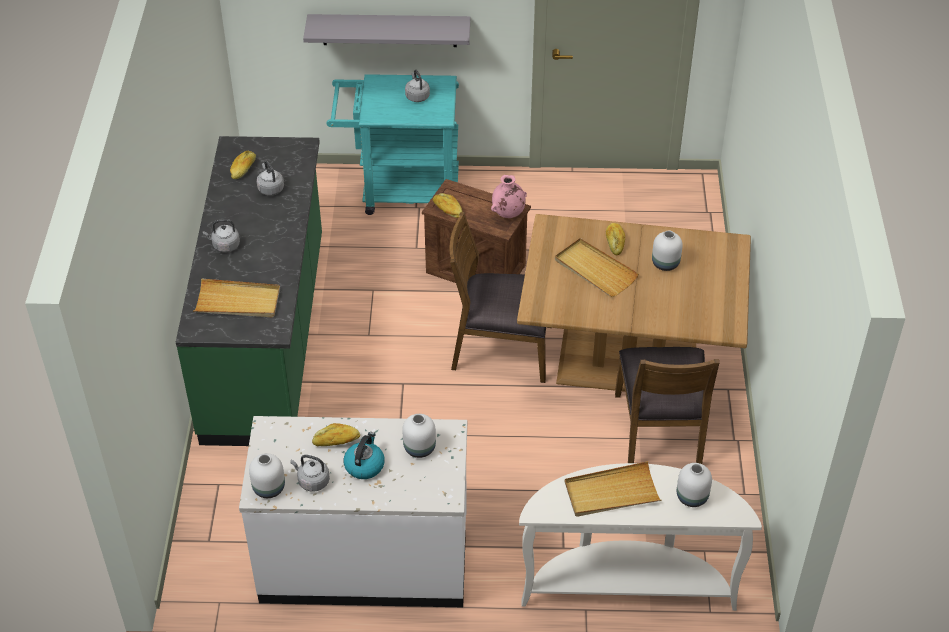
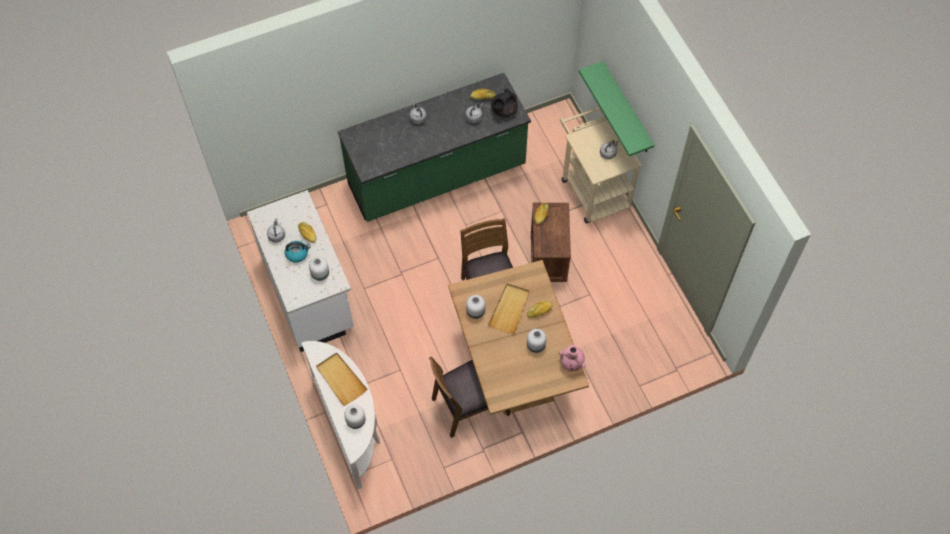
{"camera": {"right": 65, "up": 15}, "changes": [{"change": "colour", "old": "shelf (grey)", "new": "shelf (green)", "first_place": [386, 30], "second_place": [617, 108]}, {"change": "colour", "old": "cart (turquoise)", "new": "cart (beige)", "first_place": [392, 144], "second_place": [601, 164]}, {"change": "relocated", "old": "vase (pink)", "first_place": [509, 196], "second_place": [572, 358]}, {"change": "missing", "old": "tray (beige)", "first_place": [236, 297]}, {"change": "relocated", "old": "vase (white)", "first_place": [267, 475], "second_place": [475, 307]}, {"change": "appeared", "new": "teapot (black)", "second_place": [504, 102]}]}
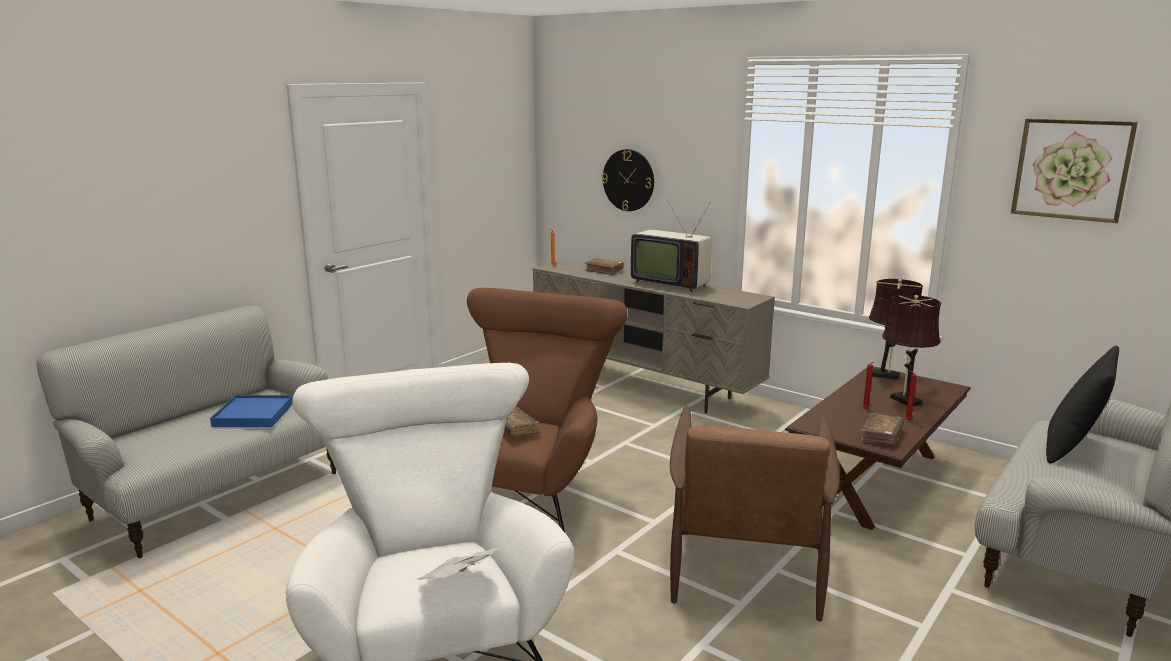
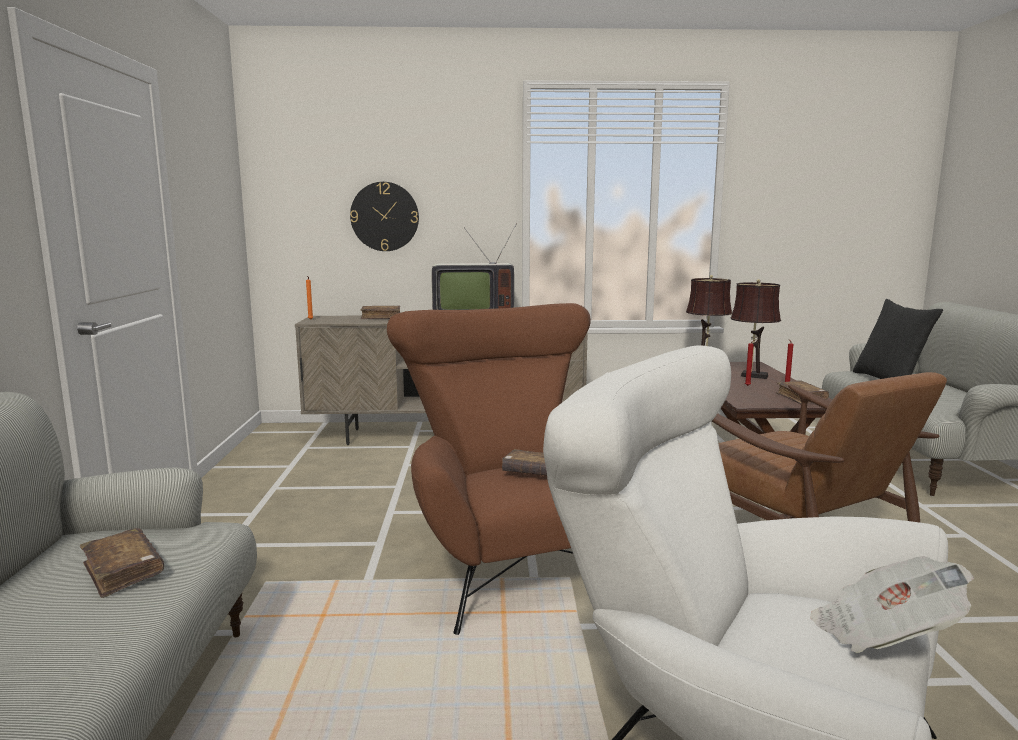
{"camera": {"right": -40, "up": -5}, "changes": [{"change": "missing", "old": "picture", "first_place": [1074, 171]}, {"change": "exchanged", "old": "tray (blue)", "new": "book (brown)", "first_place": [251, 411], "second_place": [122, 563]}]}
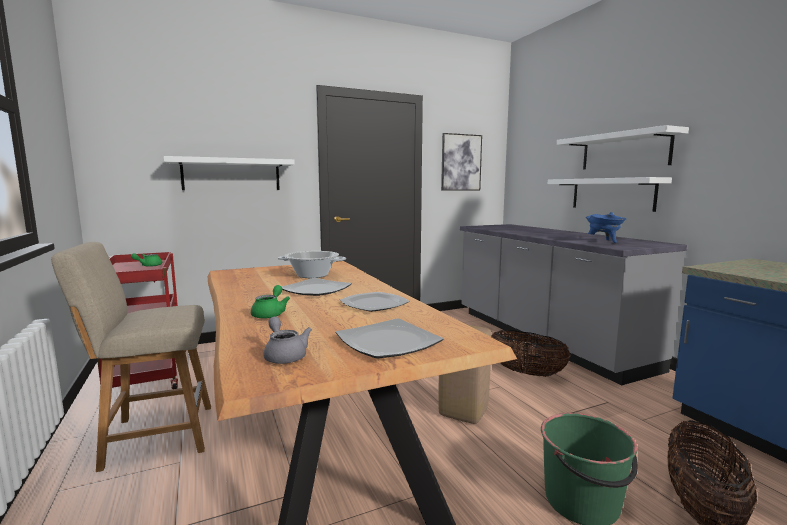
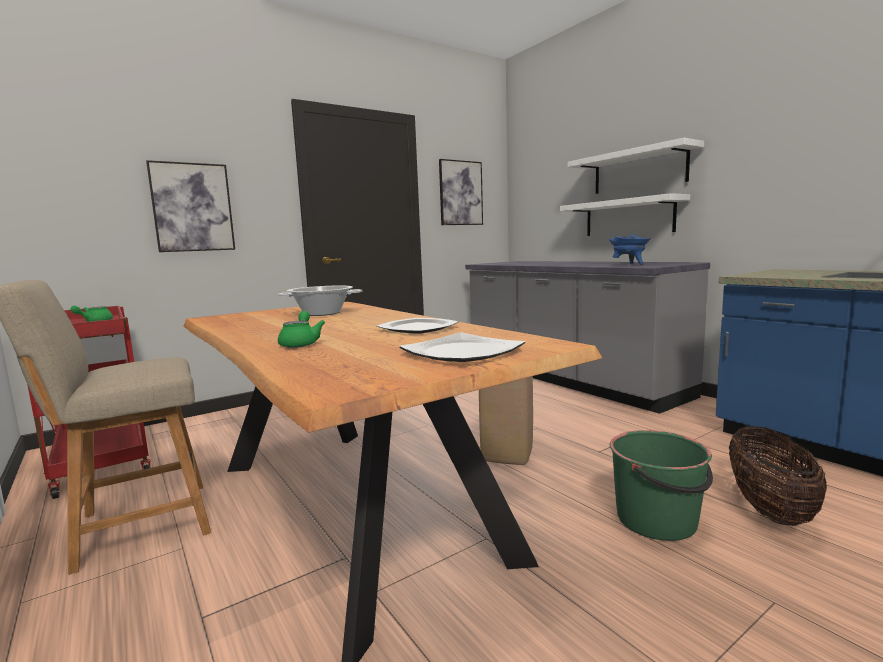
{"camera": {"right": -10, "up": 0}, "changes": [{"change": "exchanged", "old": "shelf (white)", "new": "picture", "first_place": [229, 173], "second_place": [190, 206]}, {"change": "missing", "old": "plate", "first_place": [316, 287]}, {"change": "missing", "old": "teapot (grey)", "first_place": [287, 340]}, {"change": "missing", "old": "basket", "first_place": [531, 353]}]}
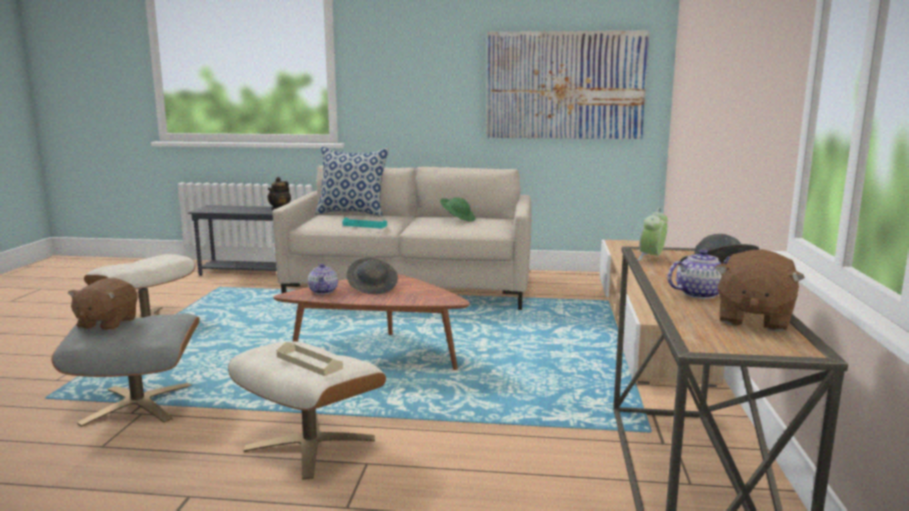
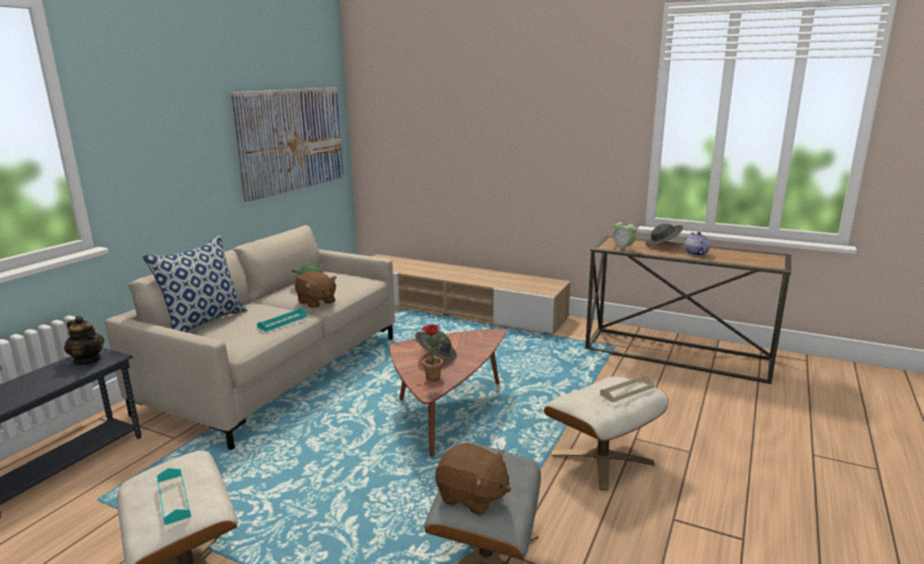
{"camera": {"right": -70, "up": 5}, "changes": [{"change": "relocated", "old": "plush toy (brown)", "first_place": [760, 290], "second_place": [316, 289]}, {"change": "exchanged", "old": "teapot", "new": "potted plant", "first_place": [323, 279], "second_place": [428, 352]}, {"change": "appeared", "new": "tray (turquoise)", "second_place": [174, 496]}]}
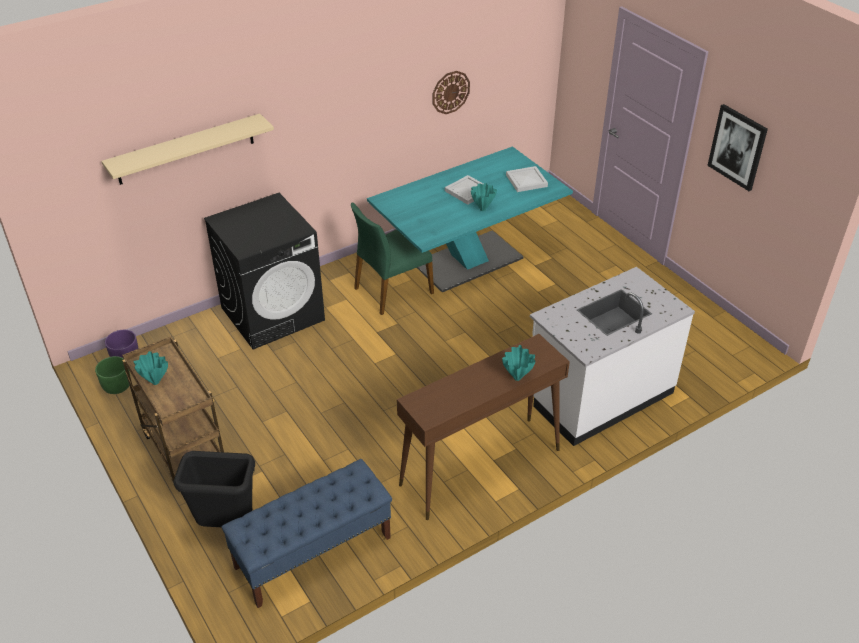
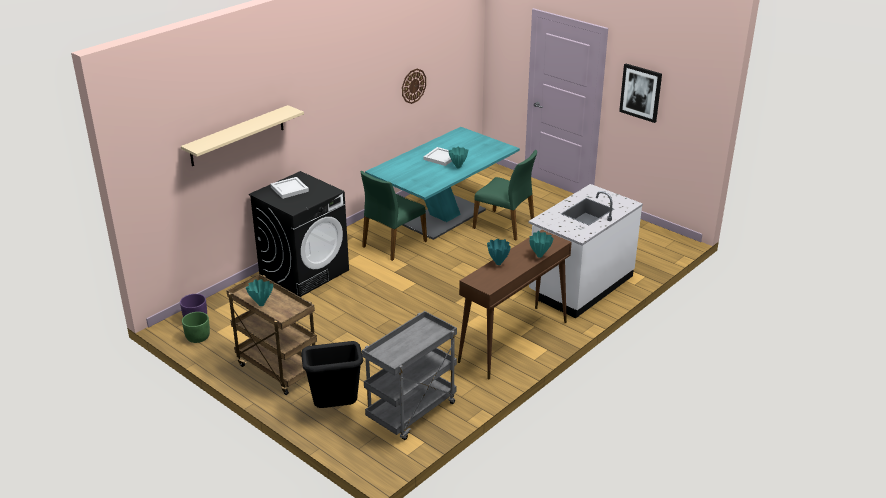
{"camera": {"right": -15, "up": -10}, "changes": [{"change": "relocated", "old": "tray (white)", "first_place": [527, 179], "second_place": [289, 188]}, {"change": "exchanged", "old": "bench (blue)", "new": "cart (grey)", "first_place": [307, 533], "second_place": [409, 375]}, {"change": "appeared", "new": "chair (green)", "second_place": [505, 195]}, {"change": "appeared", "new": "vase (turquoise)", "second_place": [499, 252]}]}
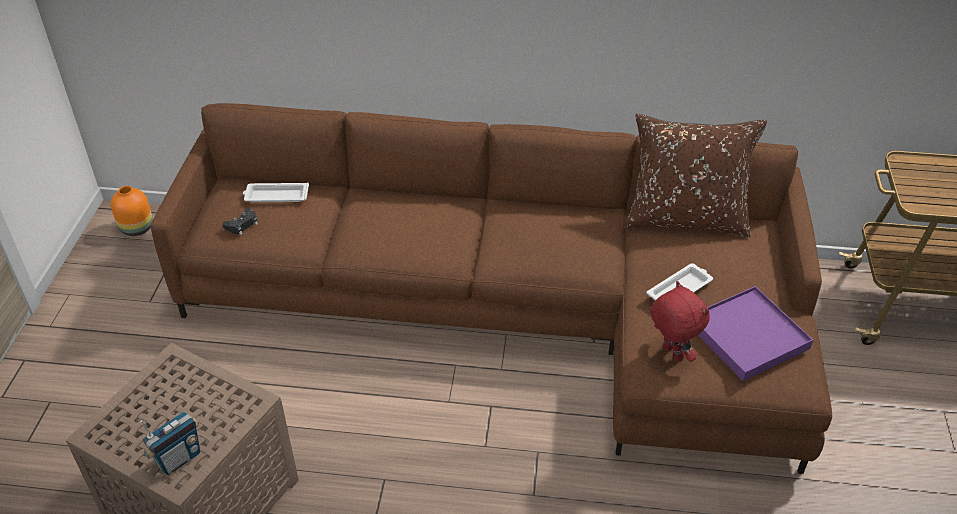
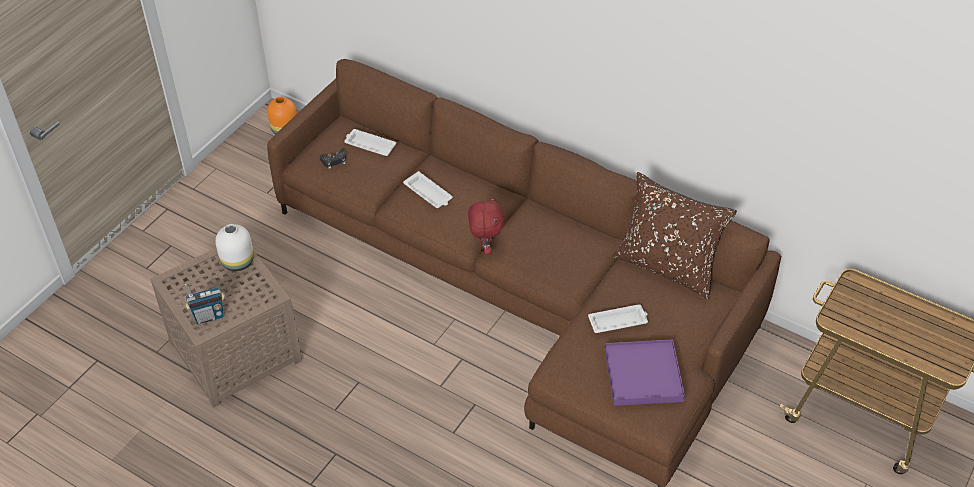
{"camera": {"right": 25, "up": 5}, "changes": [{"change": "relocated", "old": "plush toy (red)", "first_place": [680, 321], "second_place": [486, 225]}, {"change": "appeared", "new": "tray (white)", "second_place": [428, 189]}, {"change": "appeared", "new": "vase (white)", "second_place": [234, 247]}]}
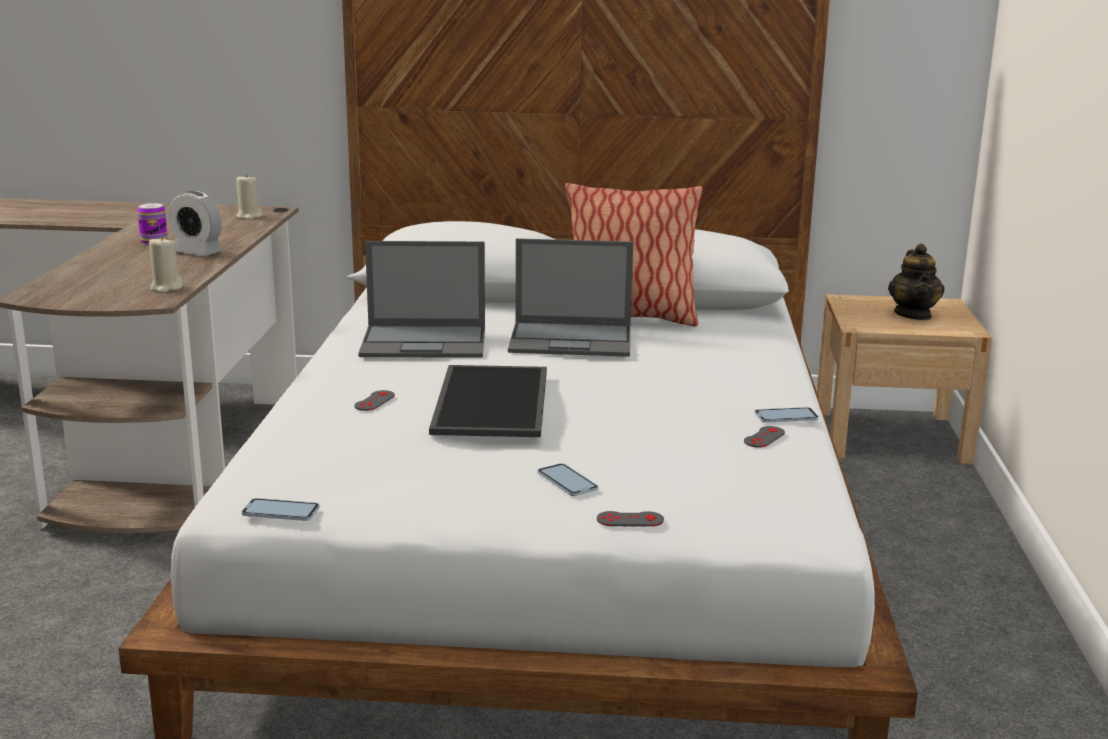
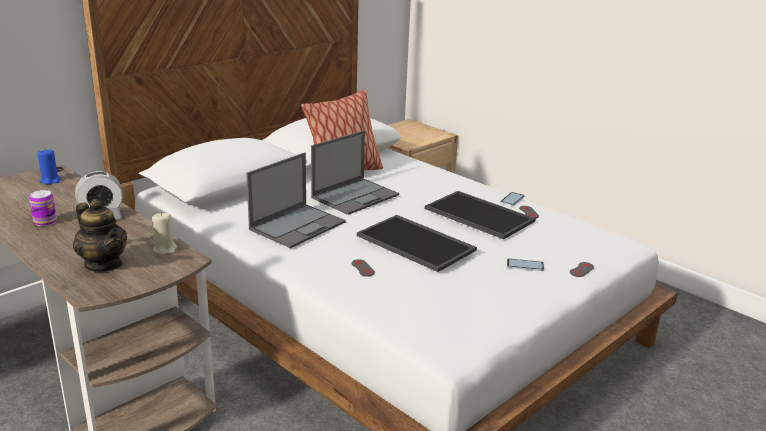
{"camera": {"right": -50, "up": 5}, "changes": [{"change": "colour", "old": "candle (beige)", "new": "candle (blue)", "first_place": [249, 197], "second_place": [49, 166]}, {"change": "relocated", "old": "teapot", "first_place": [916, 282], "second_place": [100, 235]}, {"change": "missing", "old": "phone", "first_place": [281, 509]}, {"change": "appeared", "new": "tray", "second_place": [480, 215]}]}
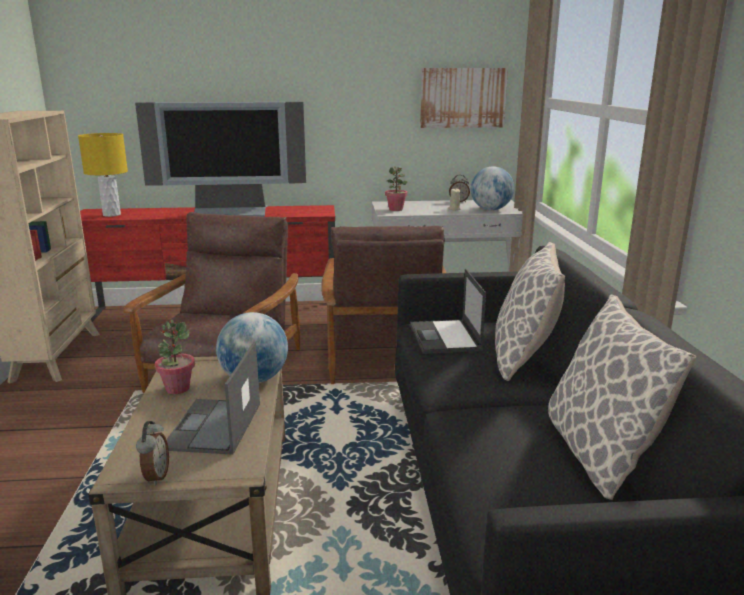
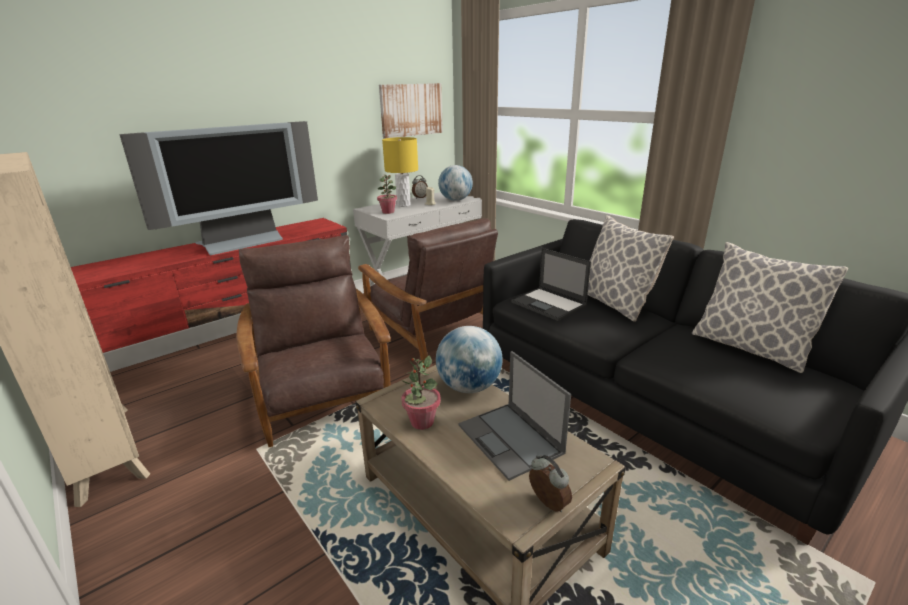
{"camera": {"right": -35, "up": 5}, "changes": [{"change": "relocated", "old": "table lamp (yellow)", "first_place": [103, 175], "second_place": [400, 172]}]}
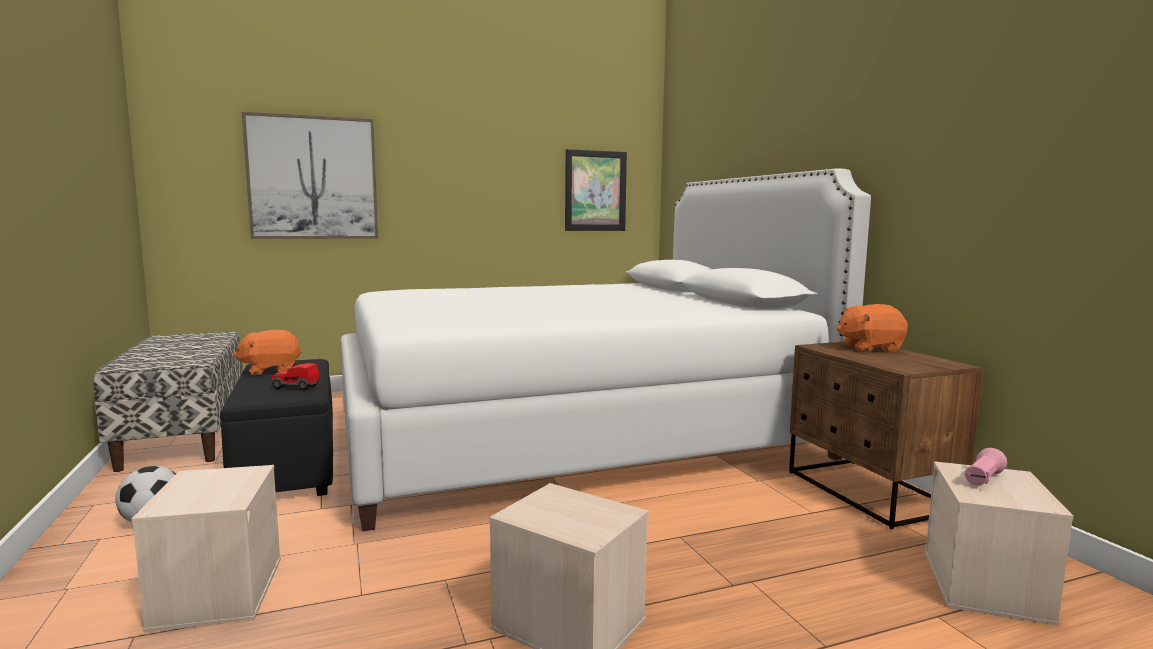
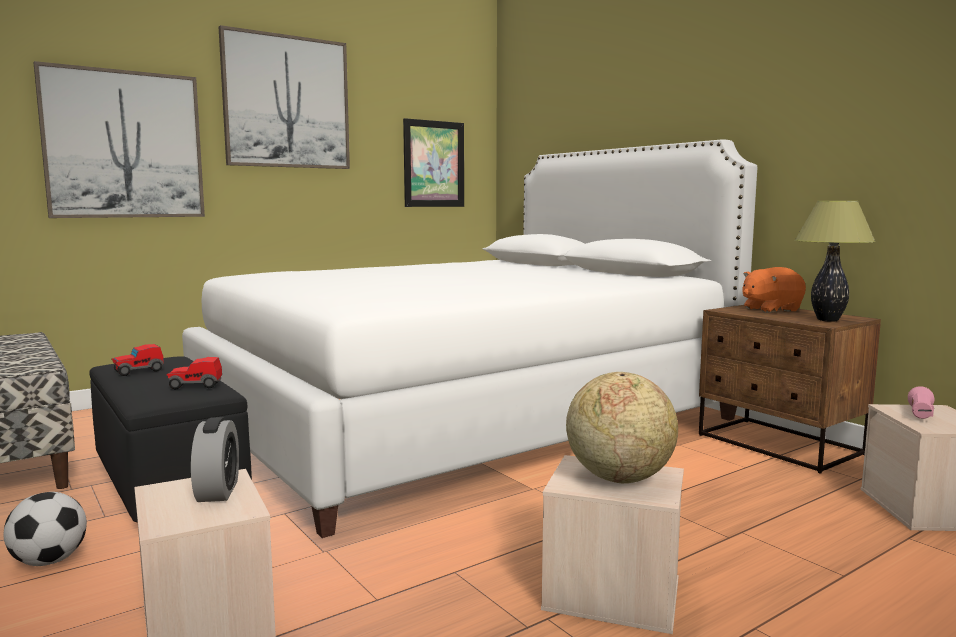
{"camera": {"right": -15, "up": 0}, "changes": [{"change": "exchanged", "old": "plush toy (orange)", "new": "toy car", "first_place": [267, 352], "second_place": [137, 360]}, {"change": "appeared", "new": "picture", "second_place": [284, 97]}, {"change": "appeared", "new": "table lamp", "second_place": [835, 261]}, {"change": "appeared", "new": "globe", "second_place": [622, 427]}, {"change": "appeared", "new": "alarm clock", "second_place": [215, 459]}]}
